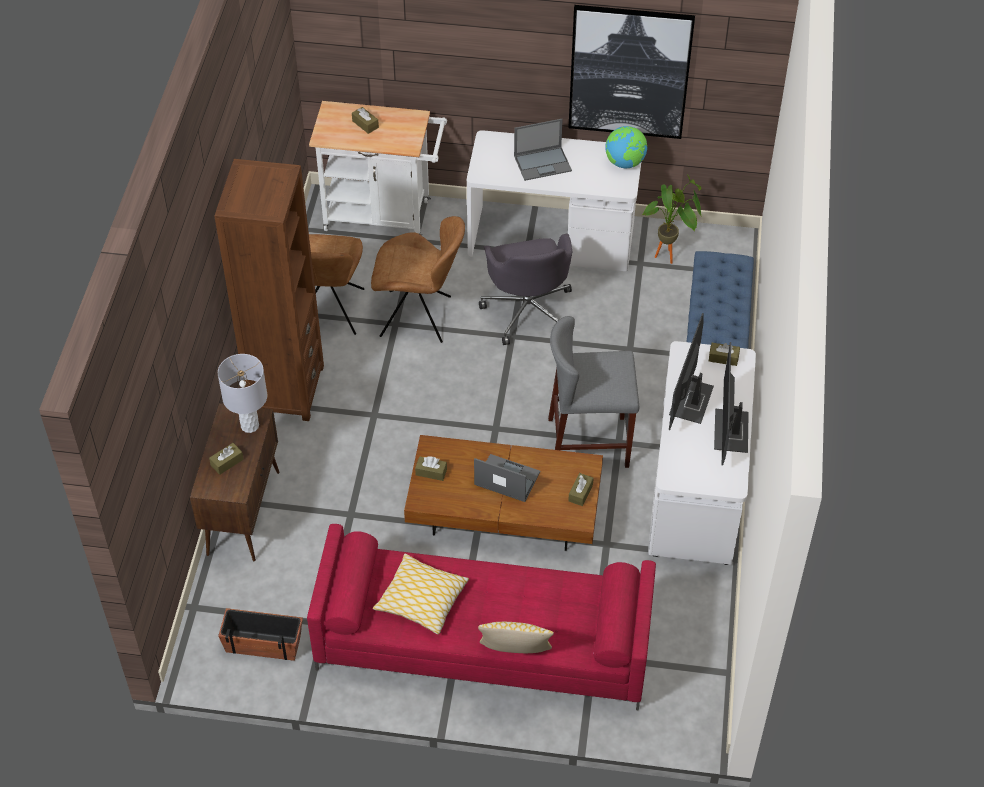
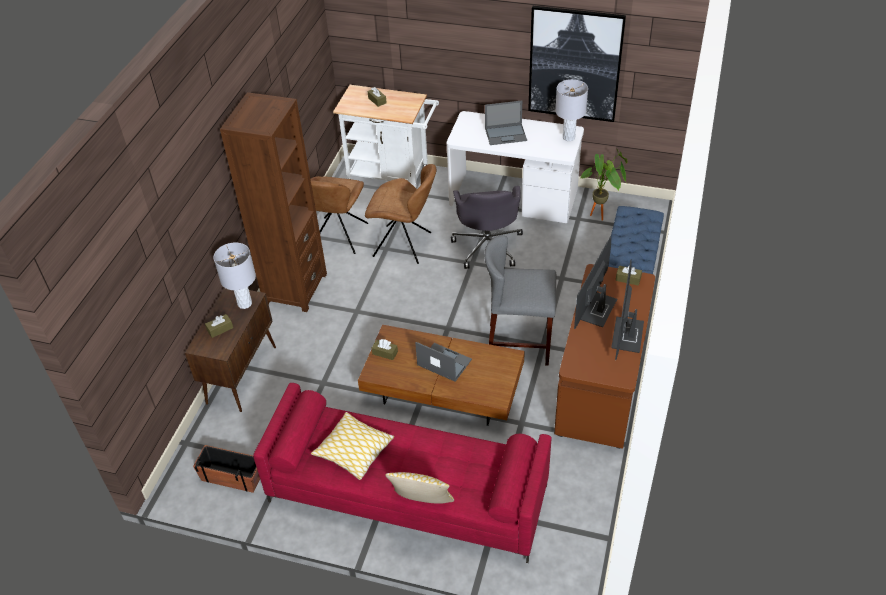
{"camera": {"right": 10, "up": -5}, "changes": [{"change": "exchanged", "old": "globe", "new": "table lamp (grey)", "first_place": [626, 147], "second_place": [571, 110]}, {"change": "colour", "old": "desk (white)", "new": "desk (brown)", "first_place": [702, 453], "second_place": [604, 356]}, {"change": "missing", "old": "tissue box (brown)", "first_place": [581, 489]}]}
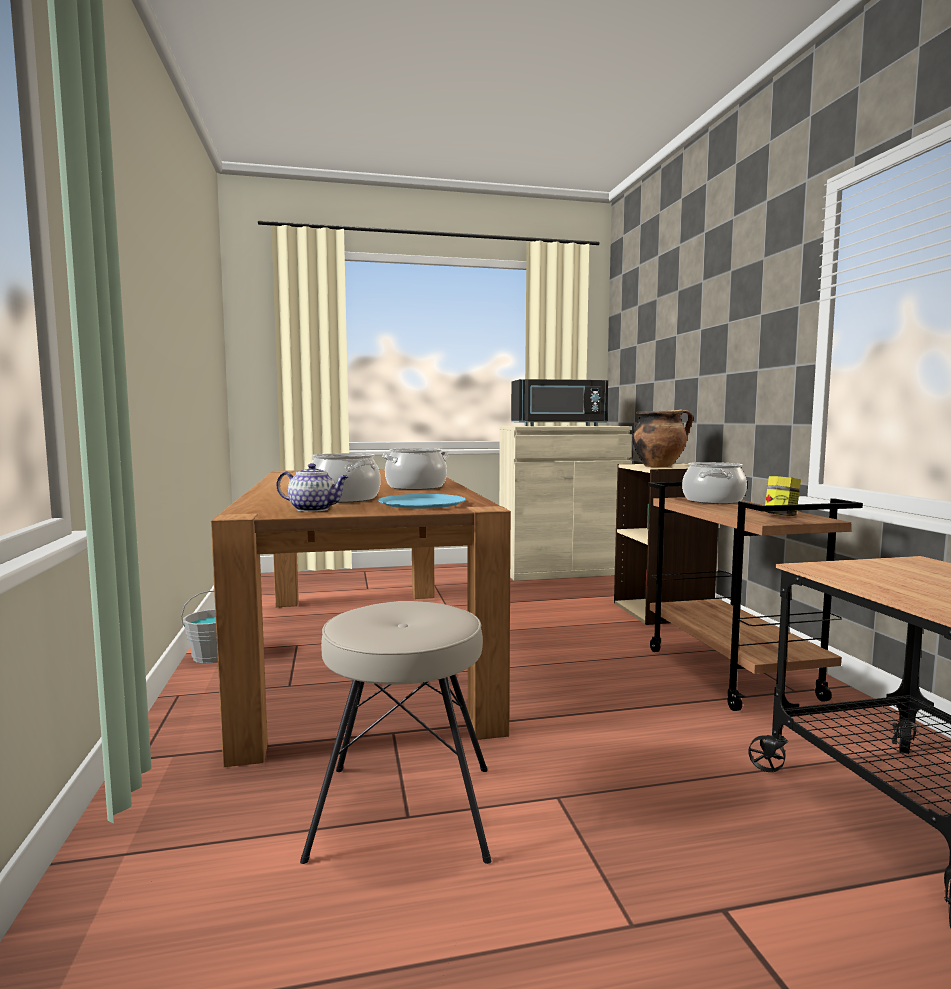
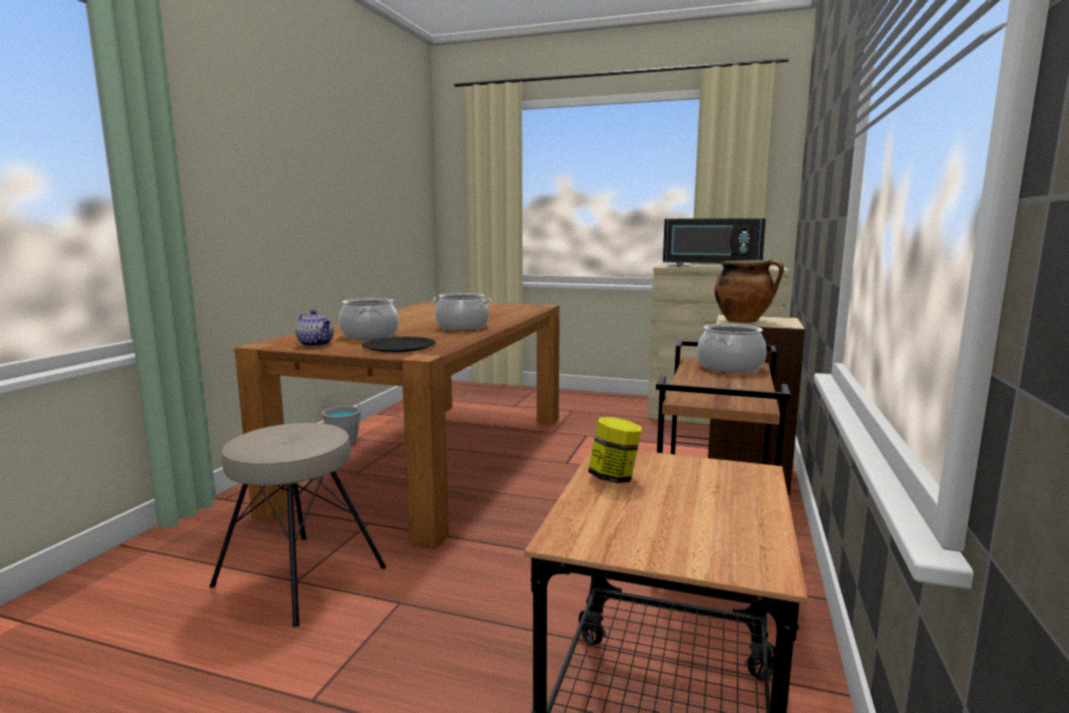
{"camera": {"right": 30, "up": 5}, "changes": [{"change": "relocated", "old": "jar", "first_place": [783, 496], "second_place": [615, 450]}, {"change": "colour", "old": "plate (blue)", "new": "plate (black)", "first_place": [422, 501], "second_place": [399, 344]}]}
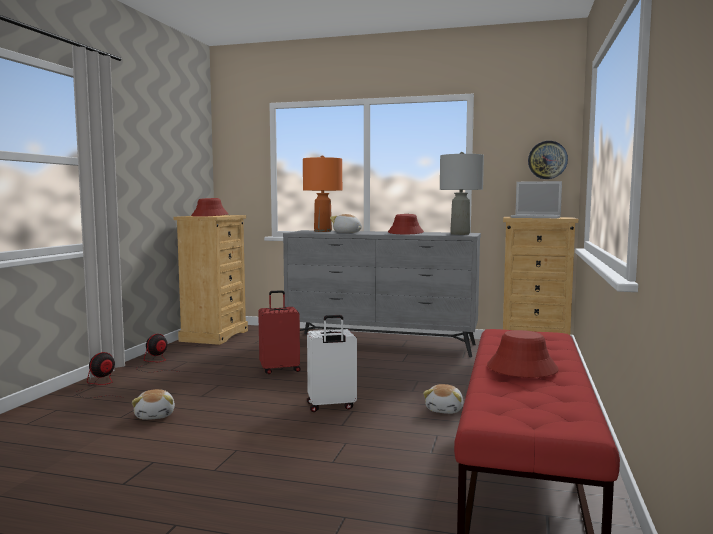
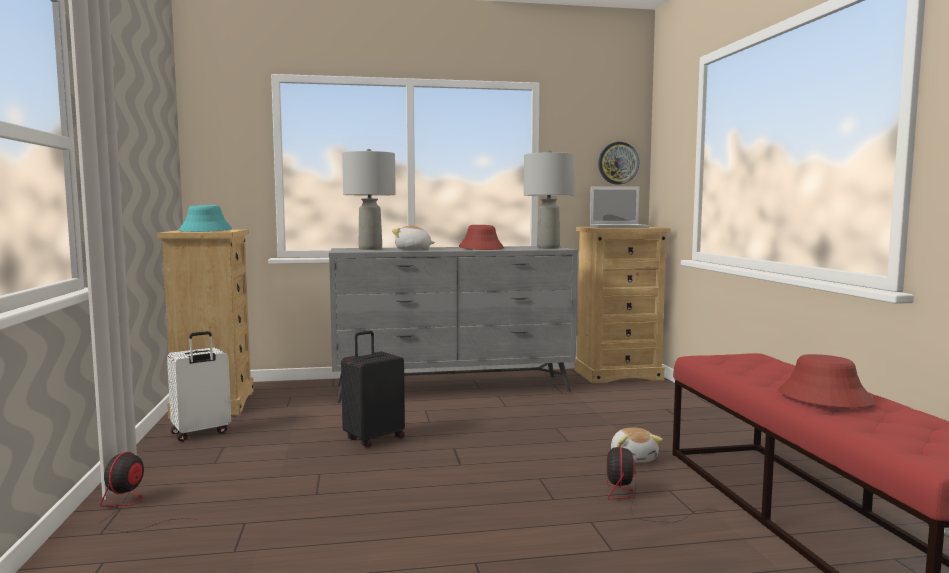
{"camera": {"right": -25, "up": 0}, "changes": [{"change": "colour", "old": "table lamp (orange)", "new": "table lamp (grey)", "first_place": [322, 194], "second_place": [369, 199]}, {"change": "colour", "old": "hat (red)", "new": "hat (turquoise)", "first_place": [209, 207], "second_place": [205, 218]}, {"change": "colour", "old": "suitcase (red)", "new": "suitcase (black)", "first_place": [279, 332], "second_place": [373, 389]}, {"change": "relocated", "old": "suitcase (white)", "first_place": [332, 363], "second_place": [199, 386]}, {"change": "relocated", "old": "fan", "first_place": [159, 353], "second_place": [663, 484]}, {"change": "missing", "old": "plush toy", "first_place": [153, 404]}]}
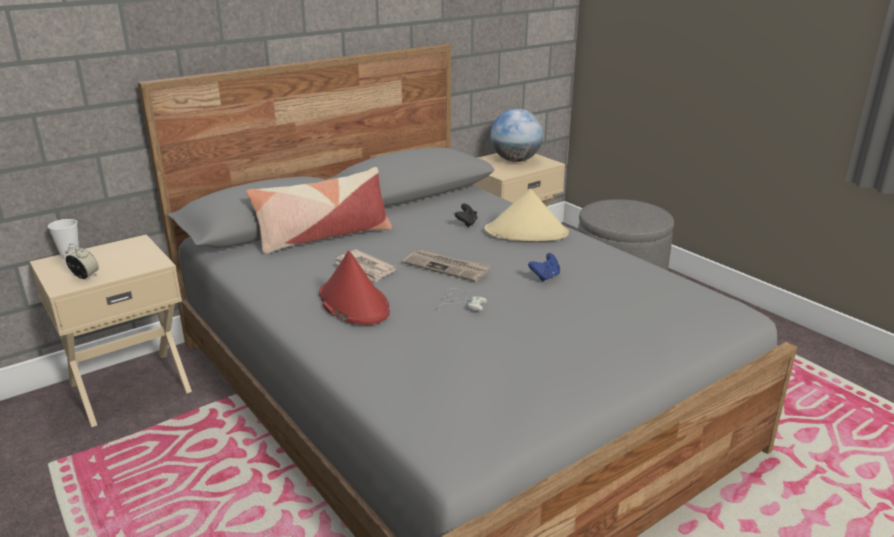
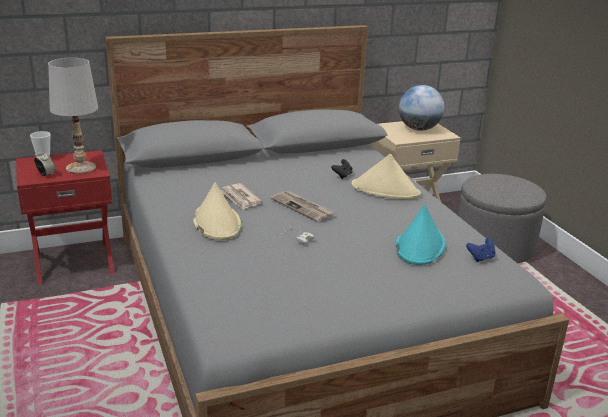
{"camera": {"right": 15, "up": 0}, "changes": [{"change": "missing", "old": "pillow", "first_place": [319, 210]}, {"change": "colour", "old": "nightstand (beige)", "new": "nightstand (red)", "first_place": [111, 331], "second_place": [65, 217]}, {"change": "colour", "old": "hat (red)", "new": "hat (beige)", "first_place": [354, 288], "second_place": [217, 211]}, {"change": "relocated", "old": "game controller (blue)", "first_place": [544, 267], "second_place": [481, 250]}, {"change": "appeared", "new": "table lamp (white)", "second_place": [73, 116]}, {"change": "appeared", "new": "hat (turquoise)", "second_place": [420, 234]}]}
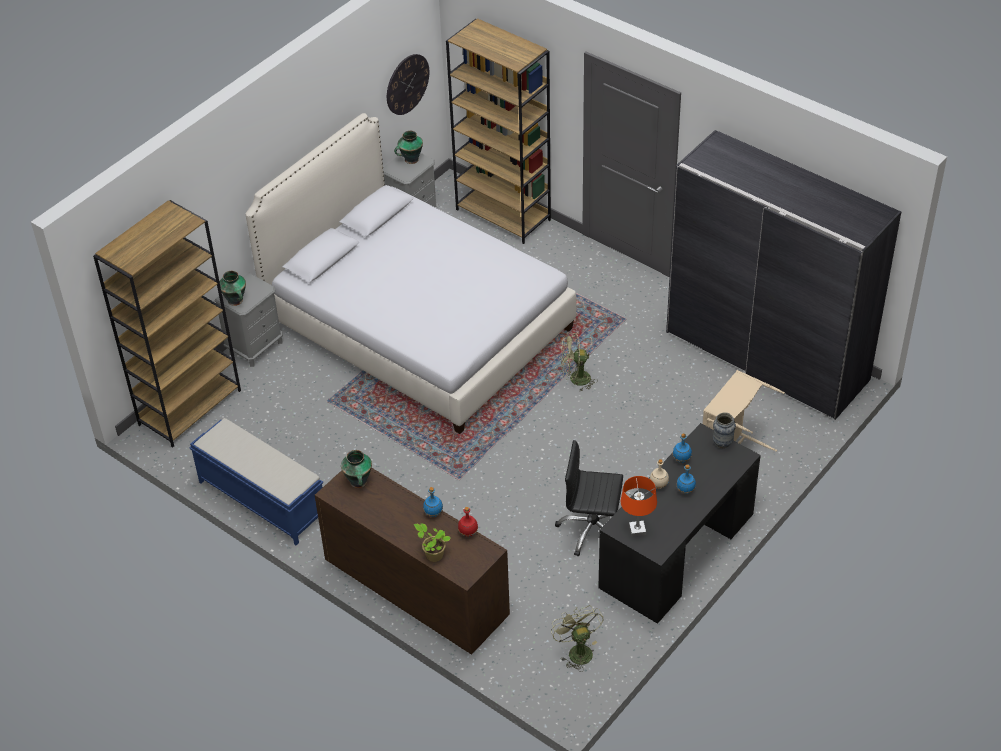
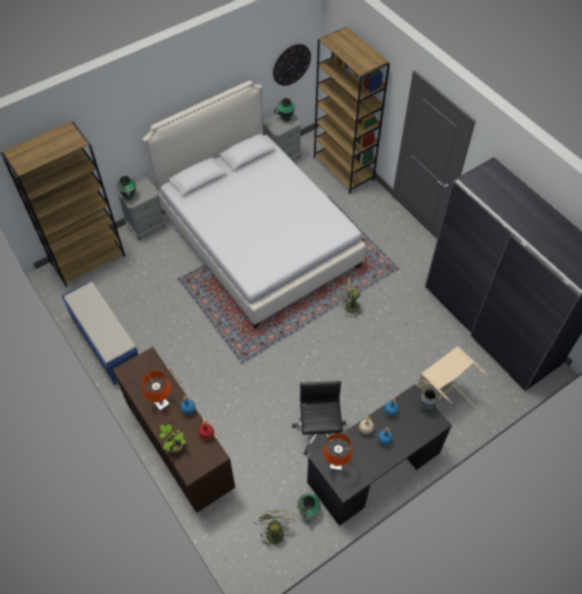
{"camera": {"right": 15, "up": 10}, "changes": [{"change": "spun", "old": "office chair (black)", "first_place": [589, 498], "second_place": [319, 418], "degrees": 60}, {"change": "relocated", "old": "vase", "first_place": [356, 469], "second_place": [309, 508]}, {"change": "appeared", "new": "table lamp (orange)", "second_place": [156, 391]}]}
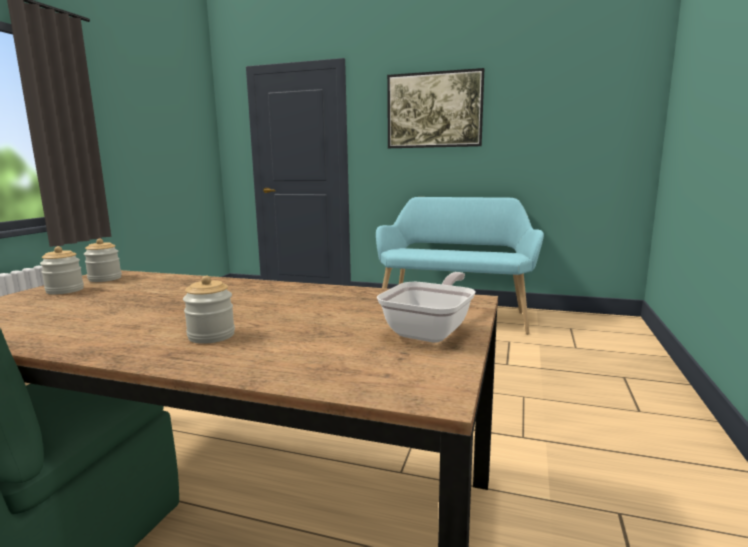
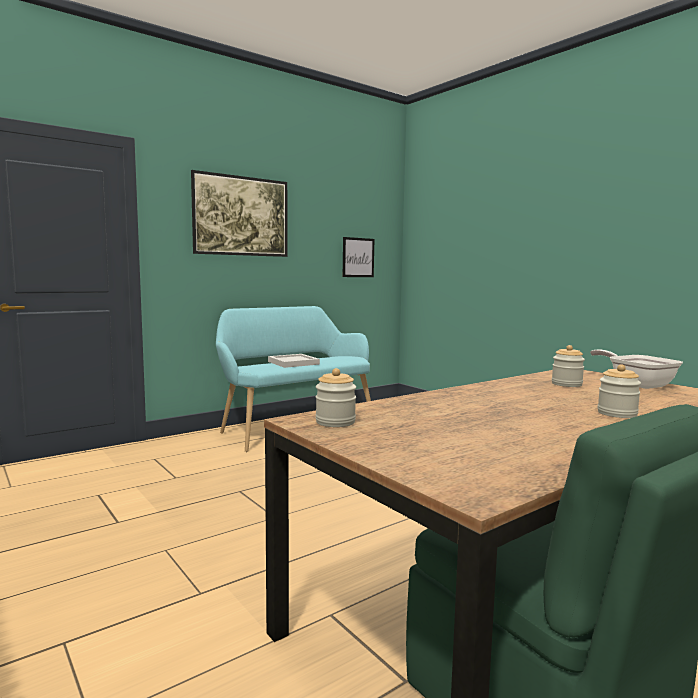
{"camera": {"right": -55, "up": -5}, "changes": [{"change": "relocated", "old": "jar", "first_place": [62, 270], "second_place": [568, 366]}, {"change": "appeared", "new": "picture", "second_place": [358, 257]}, {"change": "appeared", "new": "tray (white)", "second_place": [294, 361]}]}
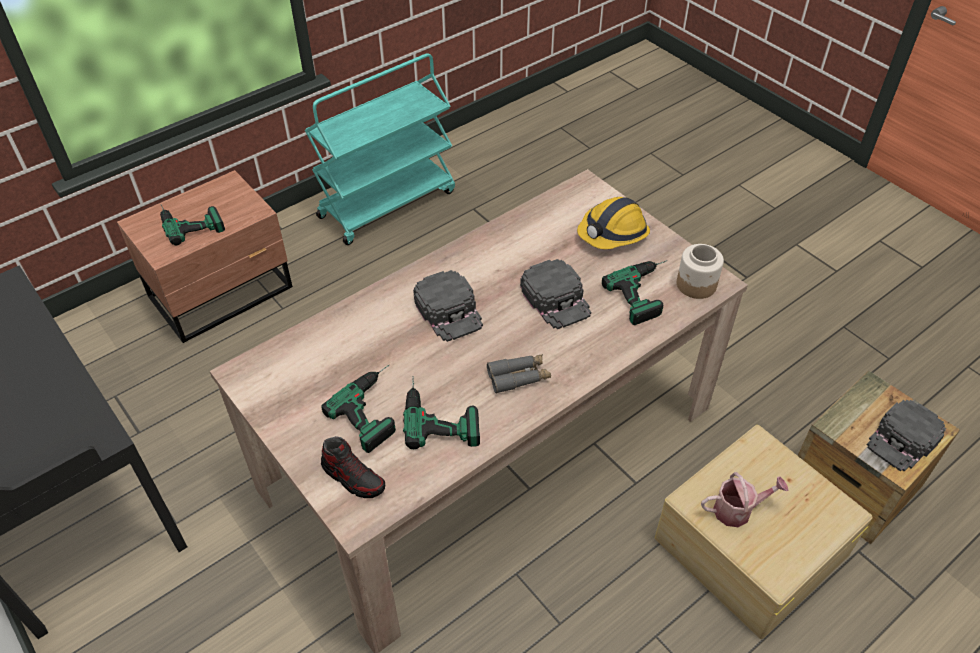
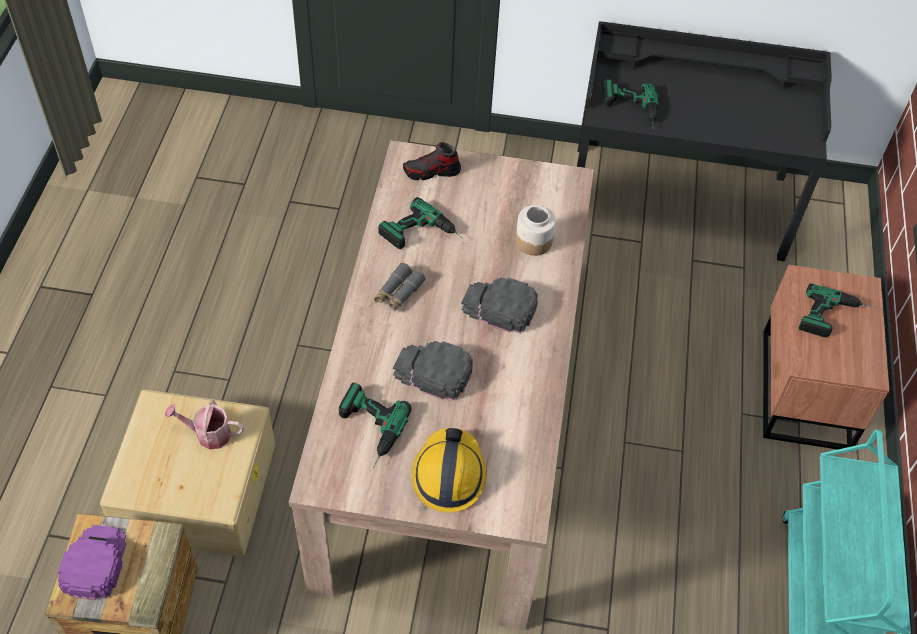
{"camera": {"right": 135, "up": 5}, "changes": [{"change": "relocated", "old": "jar", "first_place": [700, 271], "second_place": [536, 230]}, {"change": "relocated", "old": "power drill", "first_place": [358, 409], "second_place": [631, 104]}, {"change": "colour", "old": "cap (black)", "new": "cap (purple)", "first_place": [906, 436], "second_place": [92, 562]}, {"change": "spun", "old": "watering can", "first_place": [745, 499], "second_place": [204, 424], "degrees": 60}]}
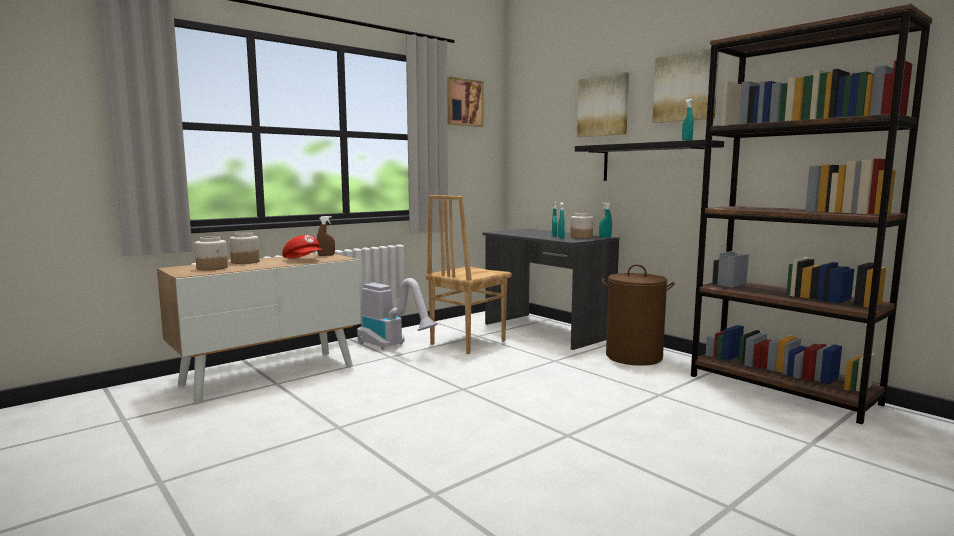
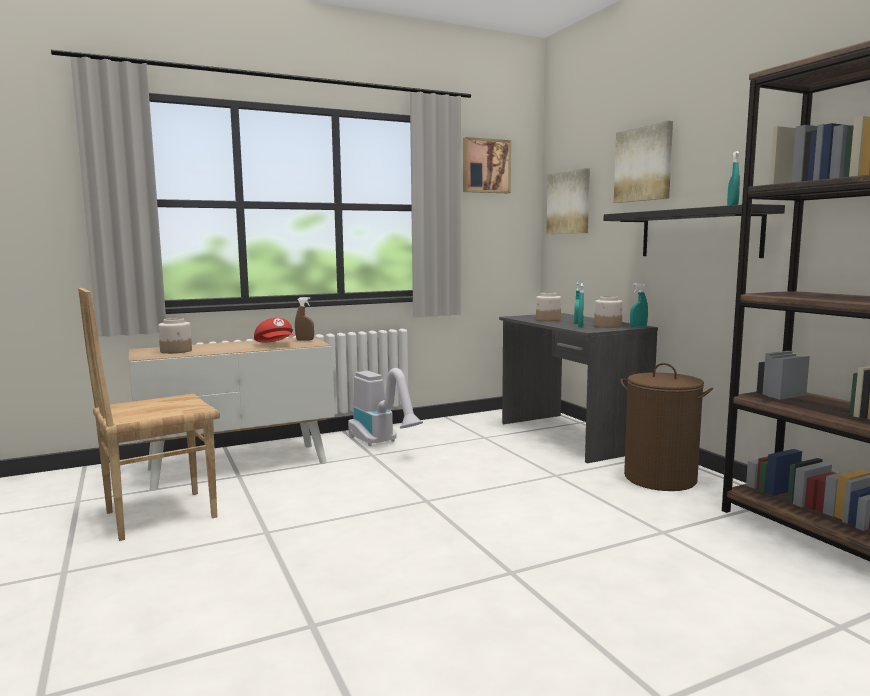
{"camera": {"right": 15, "up": 0}, "changes": [{"change": "relocated", "old": "picture", "first_place": [685, 85], "second_place": [568, 201]}, {"change": "relocated", "old": "chair (brown)", "first_place": [469, 274], "second_place": [149, 414]}, {"change": "relocated", "old": "jar", "first_place": [244, 248], "second_place": [548, 306]}]}
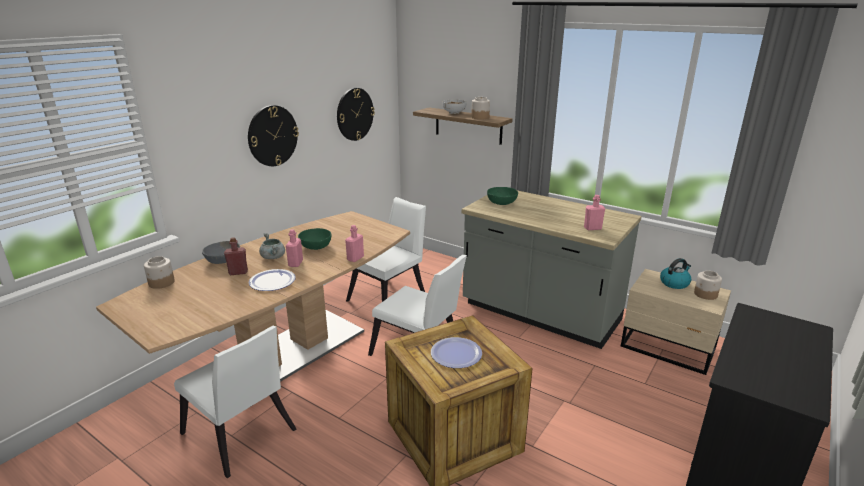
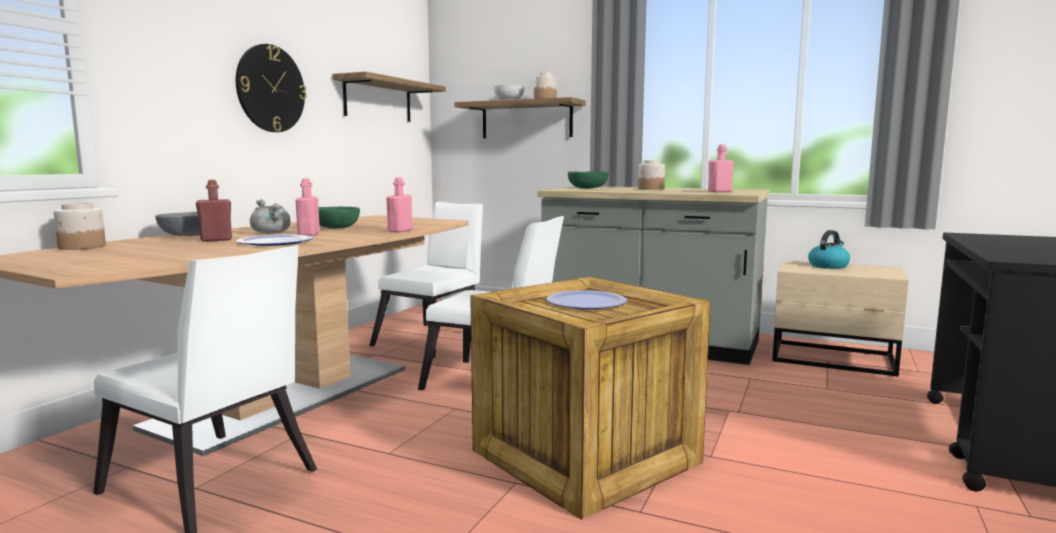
{"camera": {"right": -10, "up": -15}, "changes": [{"change": "exchanged", "old": "wall clock", "new": "shelf", "first_place": [356, 114], "second_place": [389, 97]}, {"change": "relocated", "old": "jar", "first_place": [708, 285], "second_place": [651, 175]}]}
